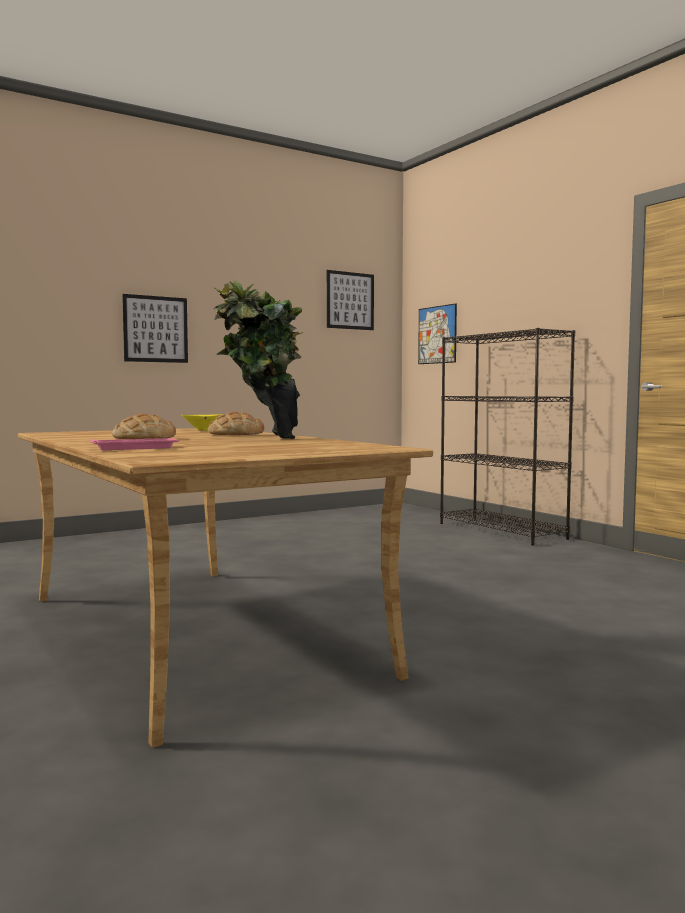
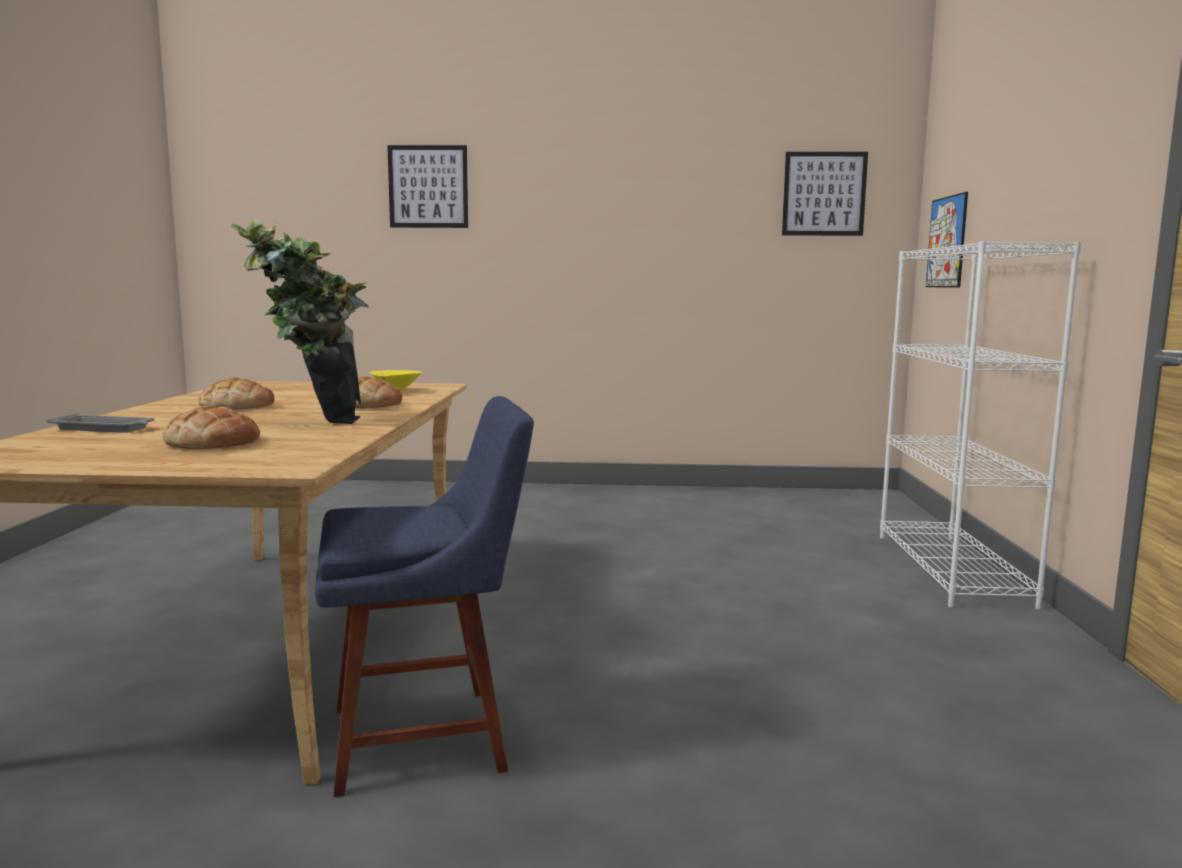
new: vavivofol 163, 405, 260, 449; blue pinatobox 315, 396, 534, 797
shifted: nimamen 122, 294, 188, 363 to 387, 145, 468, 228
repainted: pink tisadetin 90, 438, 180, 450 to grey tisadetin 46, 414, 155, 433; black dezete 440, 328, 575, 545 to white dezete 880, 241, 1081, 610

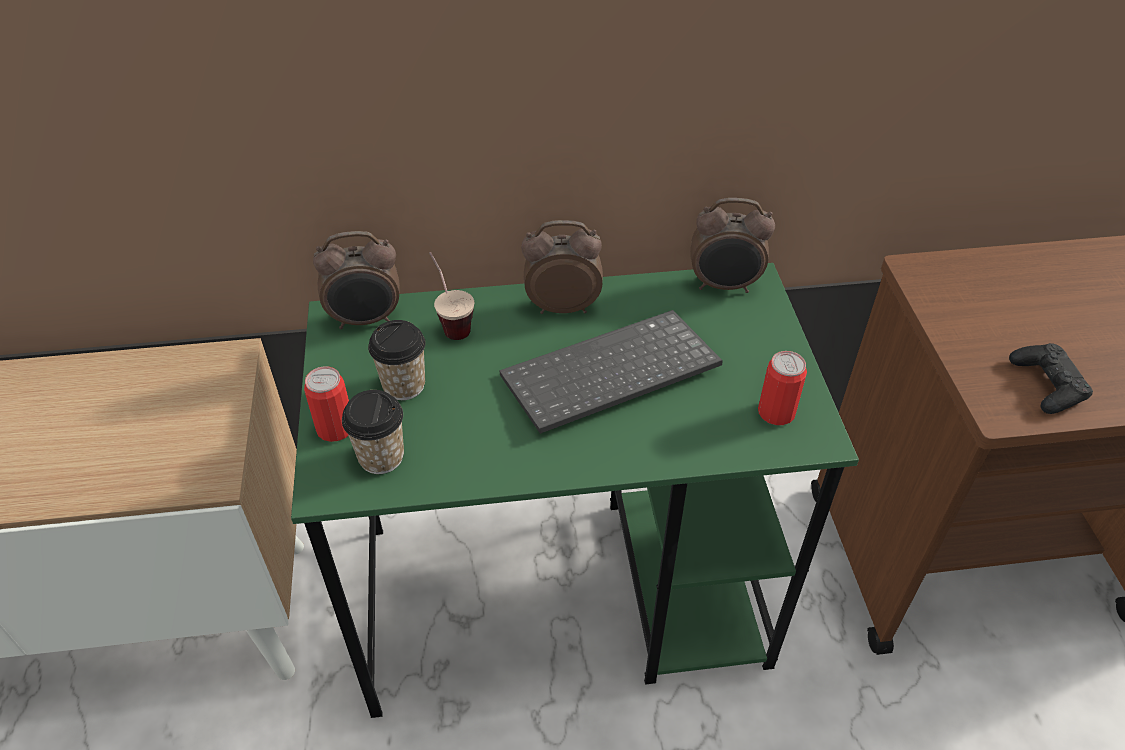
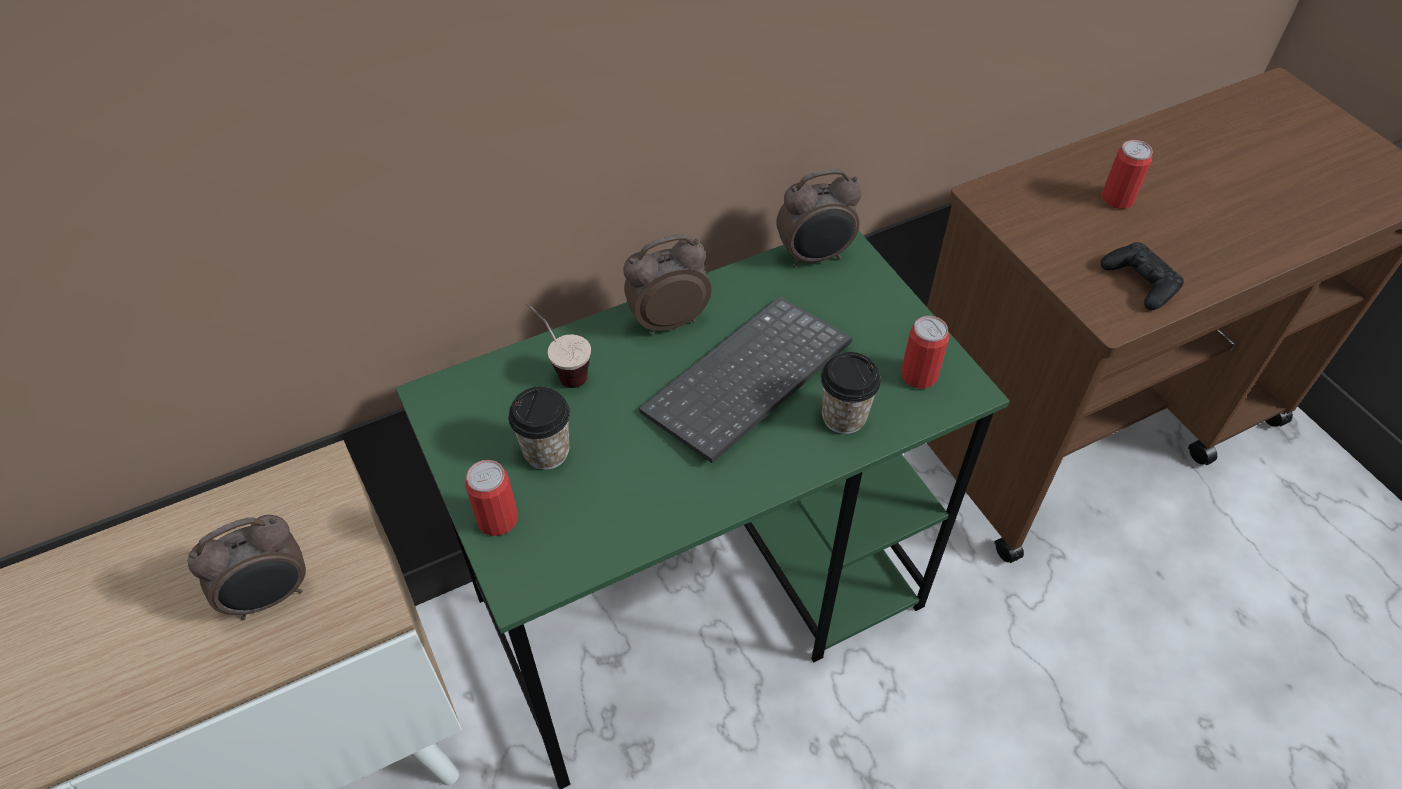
new: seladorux 1101, 140, 1153, 209
shifted: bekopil 313, 231, 400, 329 to 187, 515, 306, 620; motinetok 342, 390, 404, 474 to 821, 352, 881, 434

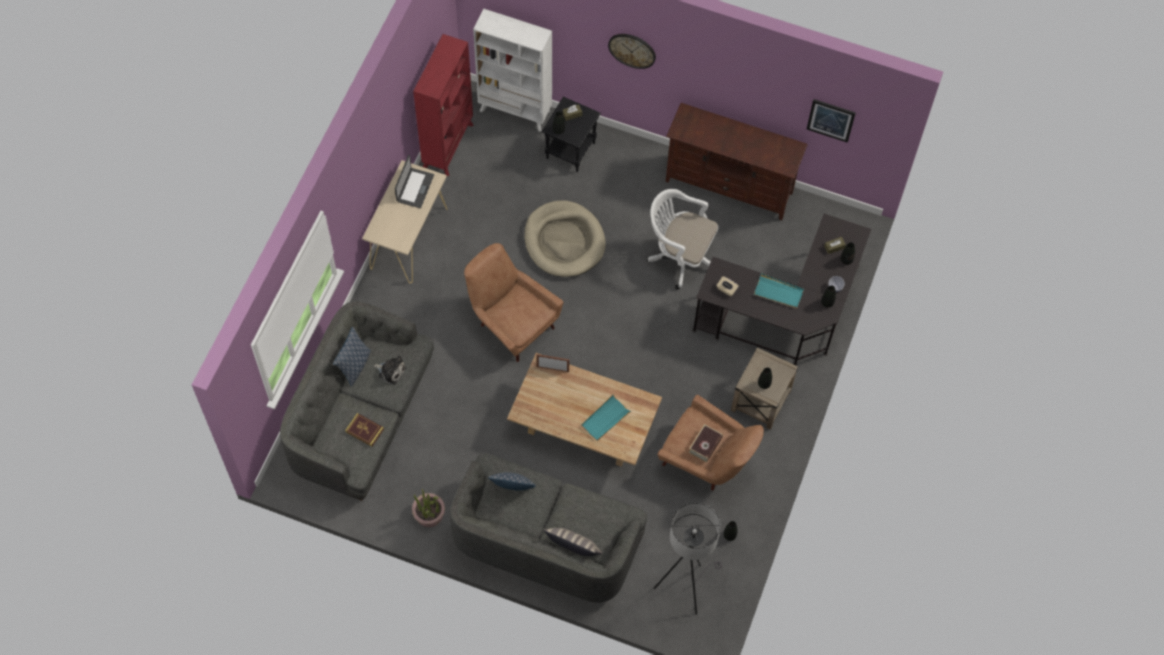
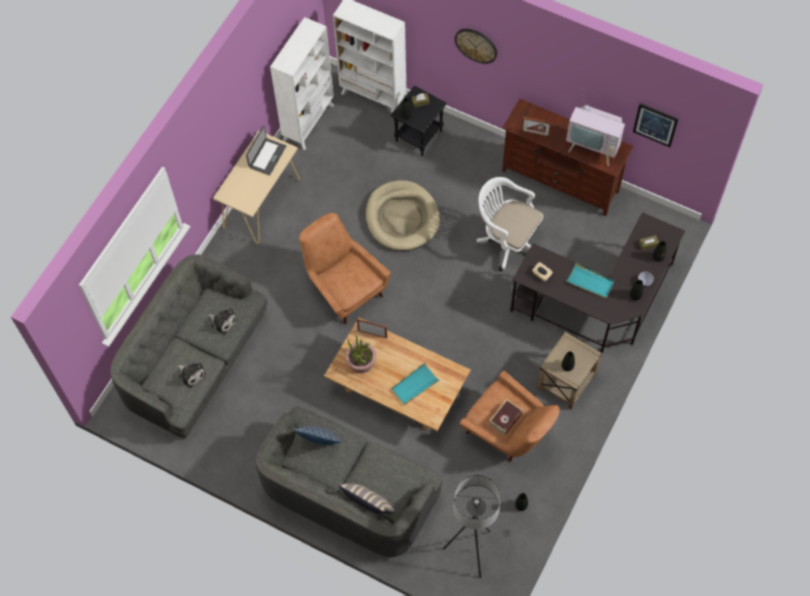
gone: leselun 333, 327, 371, 386
new: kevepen 521, 117, 552, 137; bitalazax 566, 90, 625, 166
shifted: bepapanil 412, 489, 445, 527 to 345, 335, 376, 373
swapped: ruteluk 345, 413, 384, 447 to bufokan 178, 363, 206, 388
repainted: red dezete 413, 34, 474, 176 to white dezete 270, 17, 334, 150

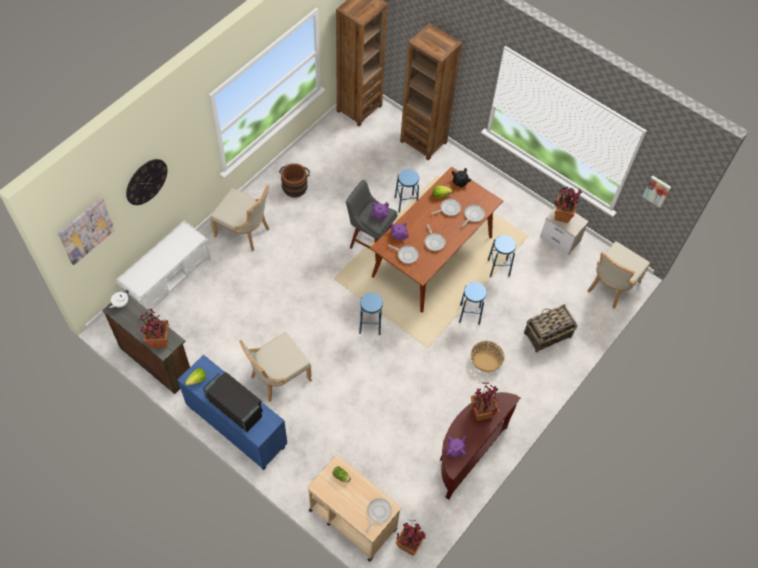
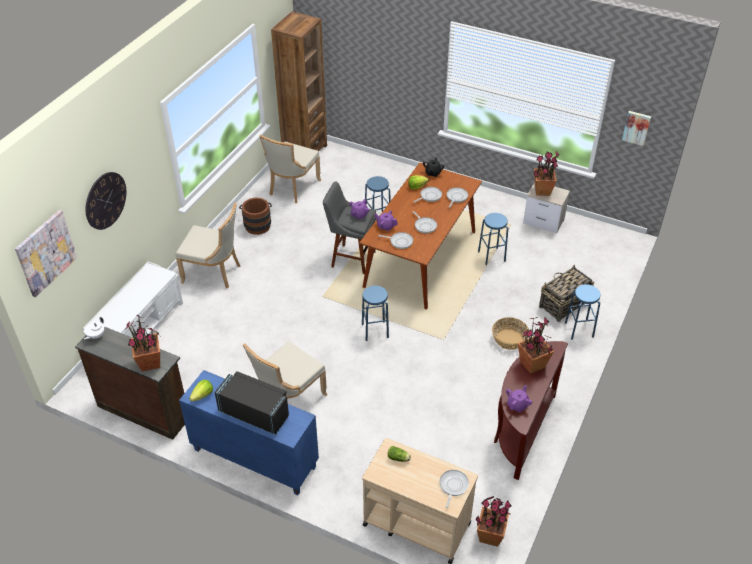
gone: brown dezete 400, 23, 462, 161
shifted: beige pinatobox 587, 241, 650, 309 to 259, 135, 321, 203; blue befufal 459, 282, 487, 325 to 565, 284, 600, 340

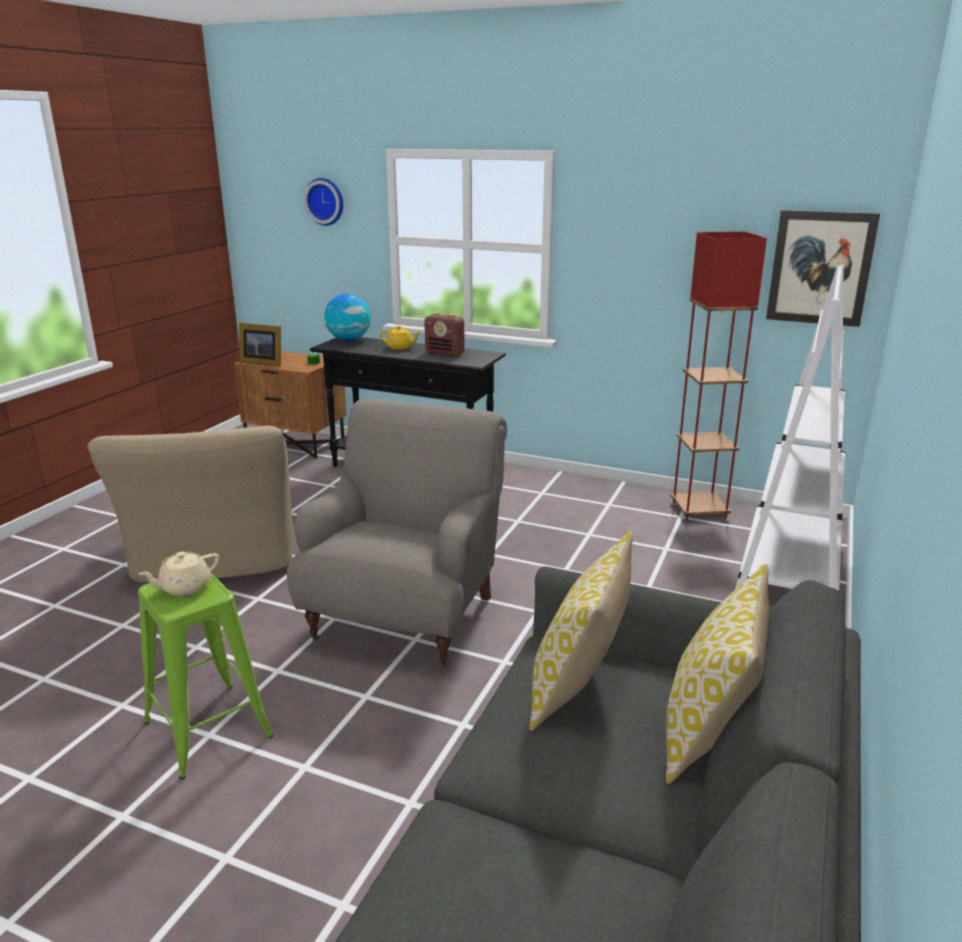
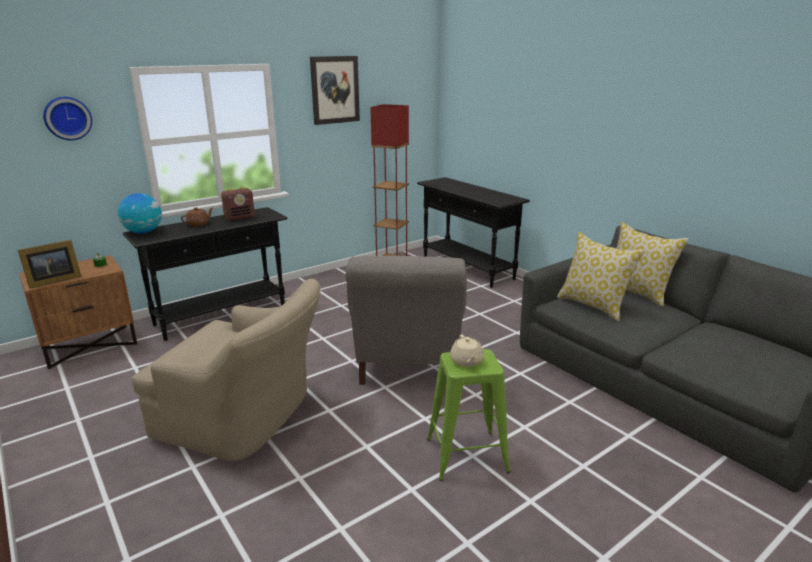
shifted: nimamen 766, 210, 880, 327 to 310, 56, 360, 125
swapped: white dezete 735, 265, 845, 591 to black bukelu 417, 177, 530, 288
repainted: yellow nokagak 380, 326, 421, 349 to brown nokagak 181, 207, 213, 226
rotated: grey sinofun 287, 398, 507, 667 = 346, 256, 467, 385 135 degrees counterclockwise

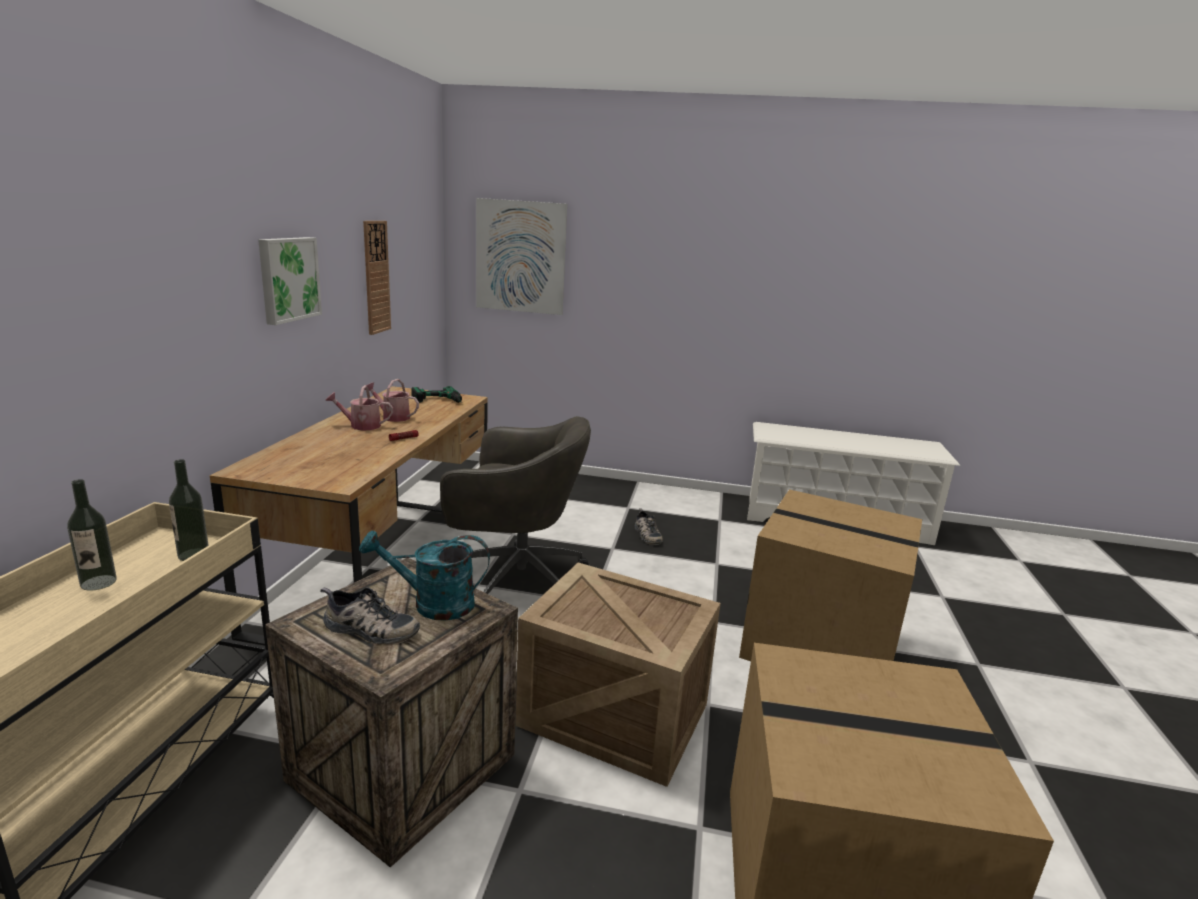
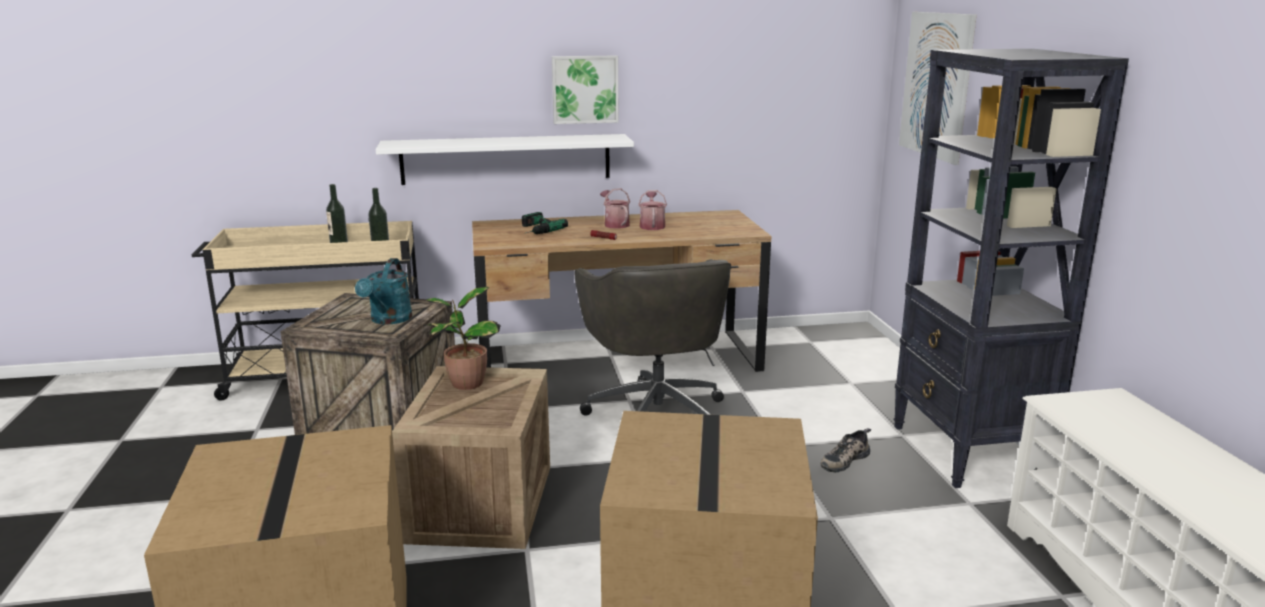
gone: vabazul 320, 587, 420, 644; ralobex 363, 221, 391, 335
new: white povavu 376, 134, 634, 185; bepapanil 423, 287, 501, 390; black dezete 893, 49, 1129, 488
shifted: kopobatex 411, 386, 462, 403 to 522, 212, 568, 234
rotated: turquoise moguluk 359, 530, 490, 620 = 355, 258, 412, 325 150 degrees counterclockwise

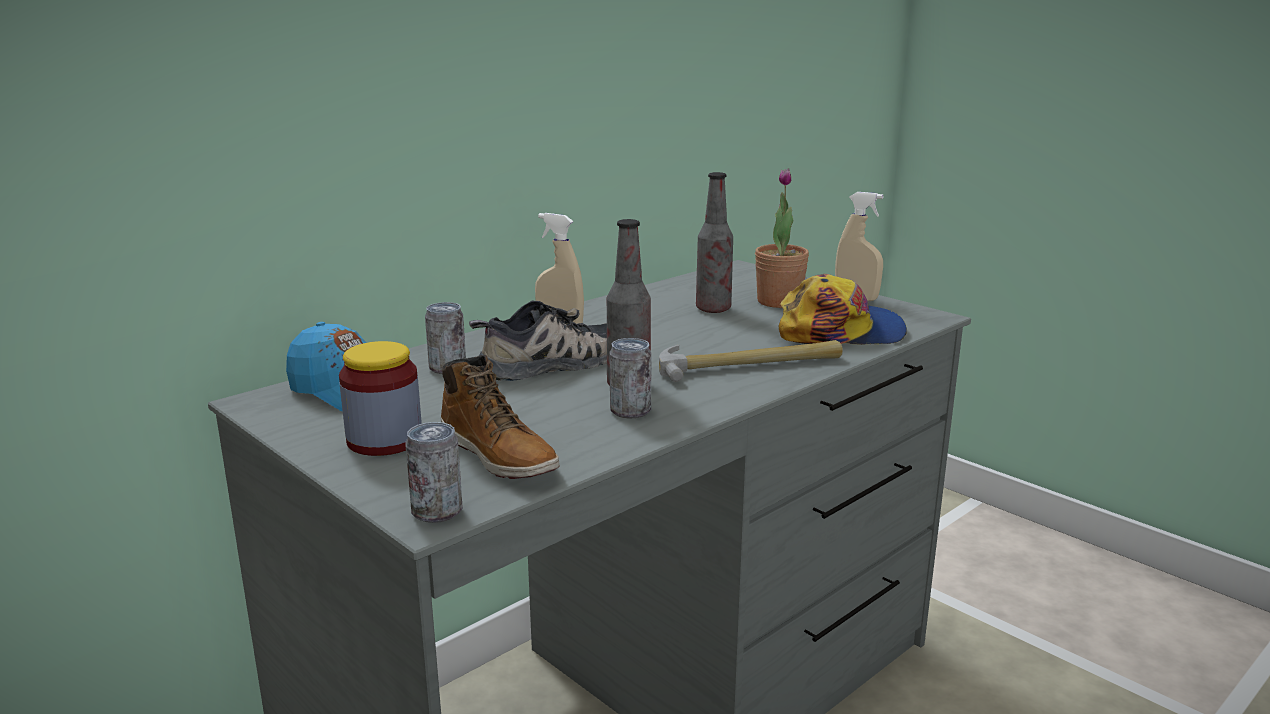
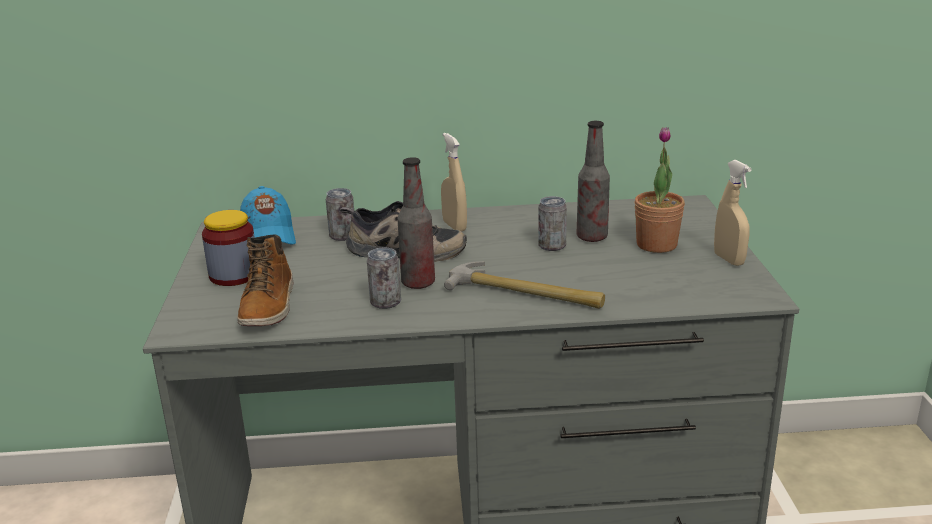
gone: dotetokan 778, 274, 907, 345
shifted: seladorux 405, 422, 463, 523 to 538, 196, 567, 251

